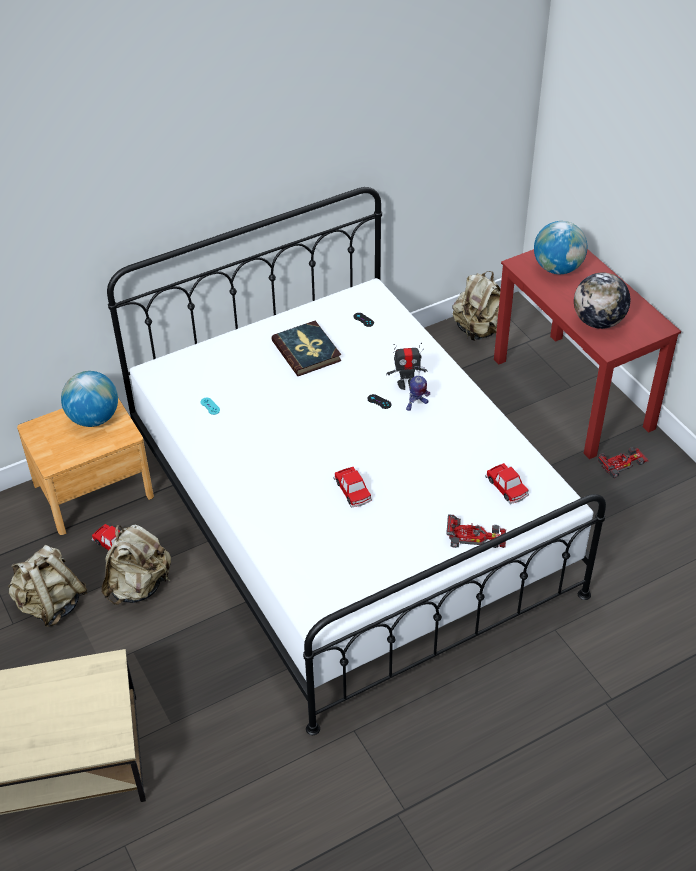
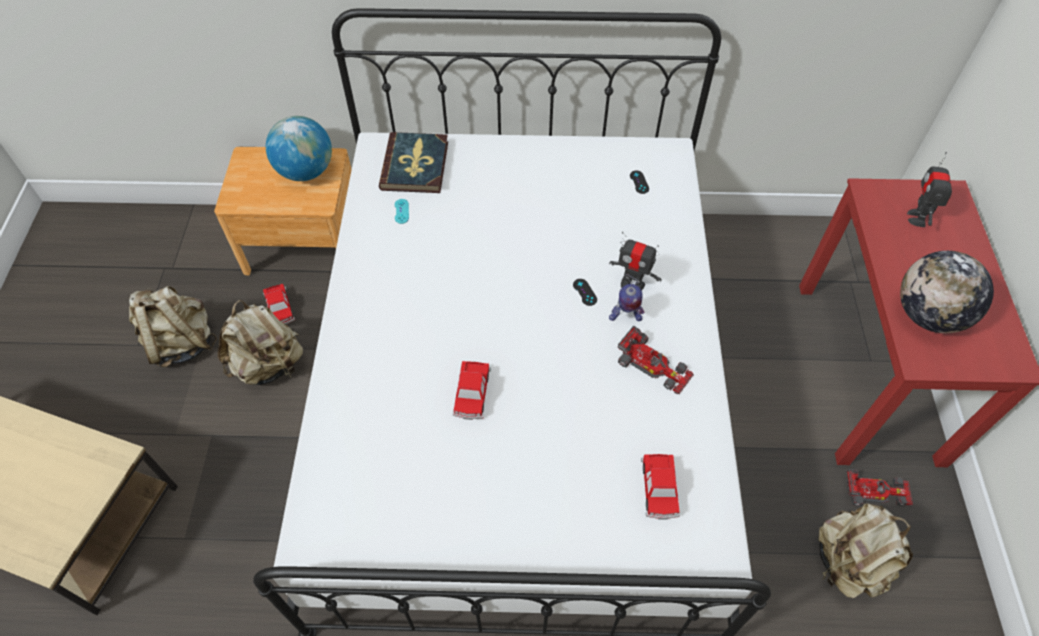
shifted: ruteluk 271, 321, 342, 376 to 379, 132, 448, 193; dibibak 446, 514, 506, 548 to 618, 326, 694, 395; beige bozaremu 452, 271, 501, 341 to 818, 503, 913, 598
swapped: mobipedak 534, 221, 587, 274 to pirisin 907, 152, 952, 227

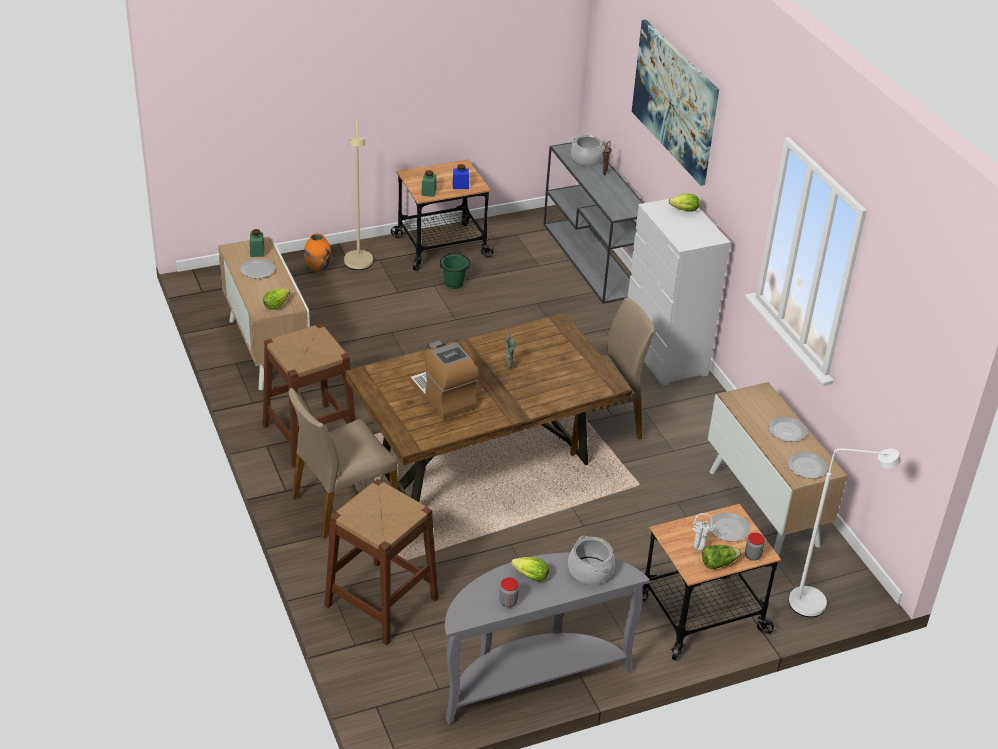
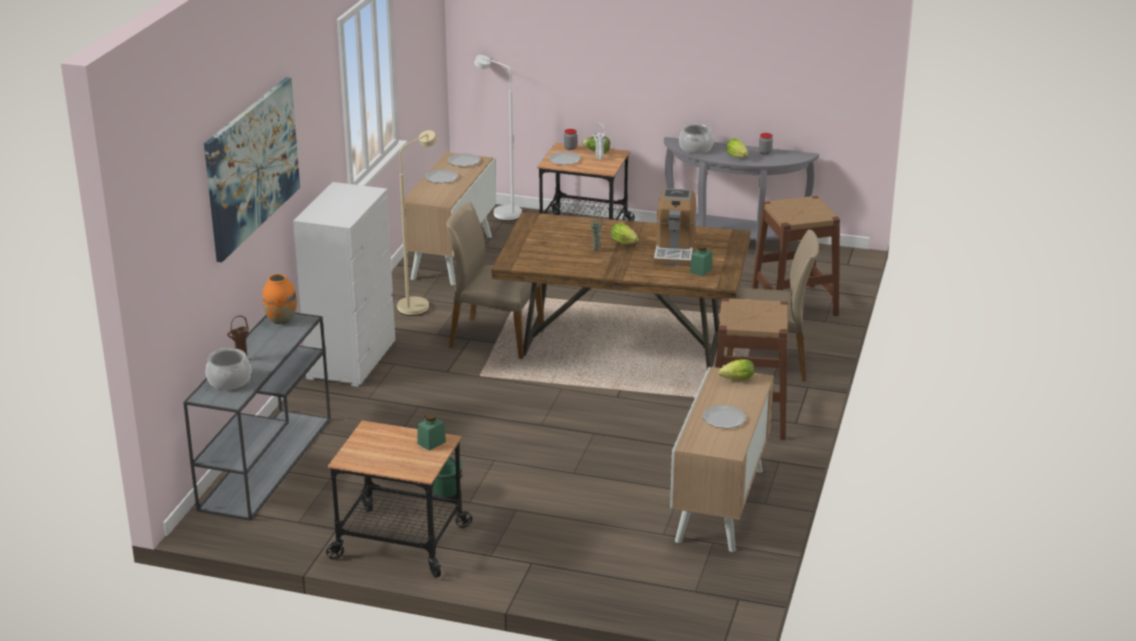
gone: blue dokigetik 453, 164, 469, 189
shifted: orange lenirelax 304, 233, 331, 272 to 262, 274, 297, 324; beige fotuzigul 344, 119, 373, 270 to 397, 130, 437, 316; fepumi 669, 194, 700, 212 to 611, 223, 639, 244; green dokigetik 250, 229, 264, 257 to 690, 245, 712, 276

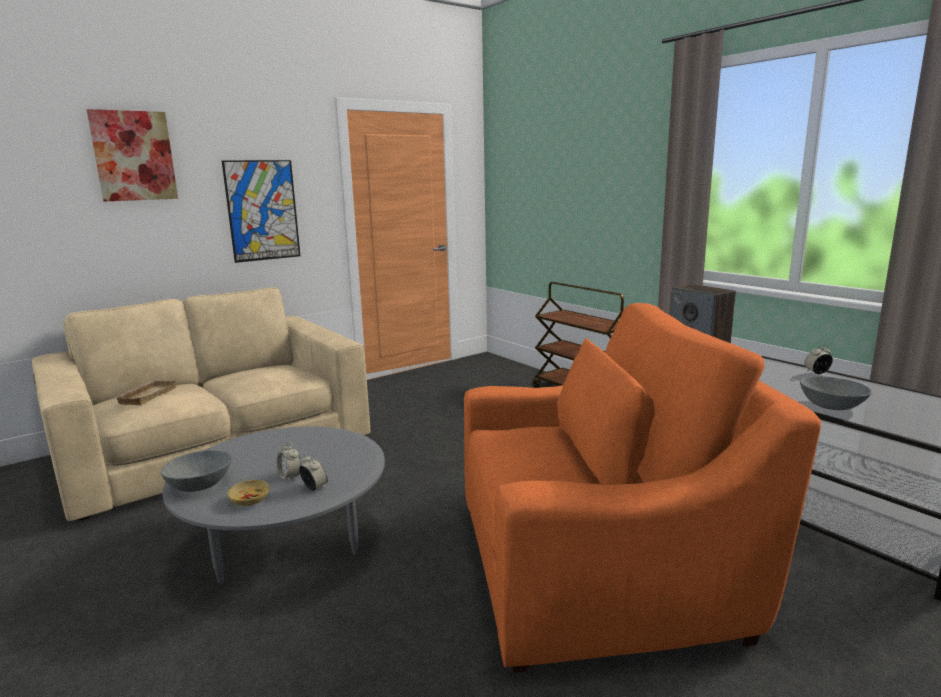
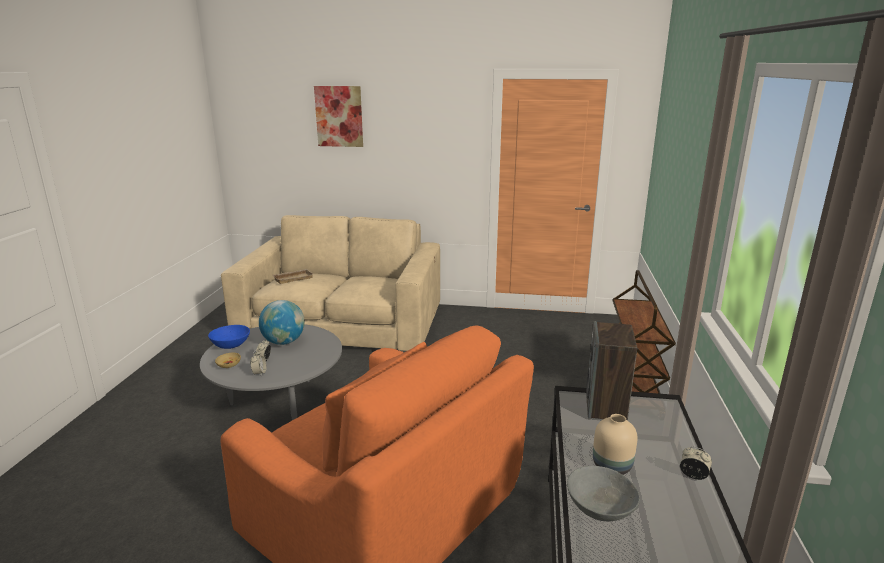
gone: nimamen 222, 160, 300, 263
new: mobipedak 259, 300, 305, 345; beige lenirelax 593, 414, 638, 475
repainted: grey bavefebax 161, 450, 232, 492 to blue bavefebax 208, 325, 250, 349

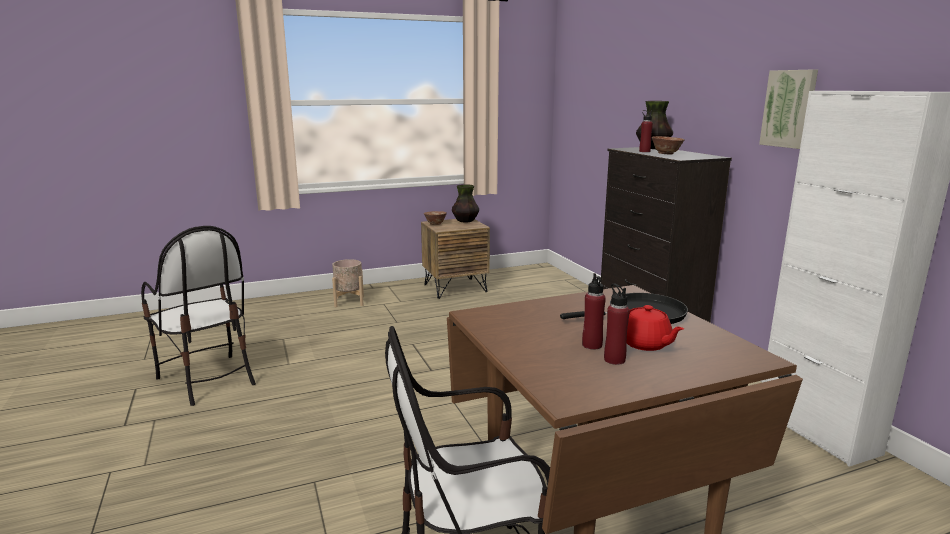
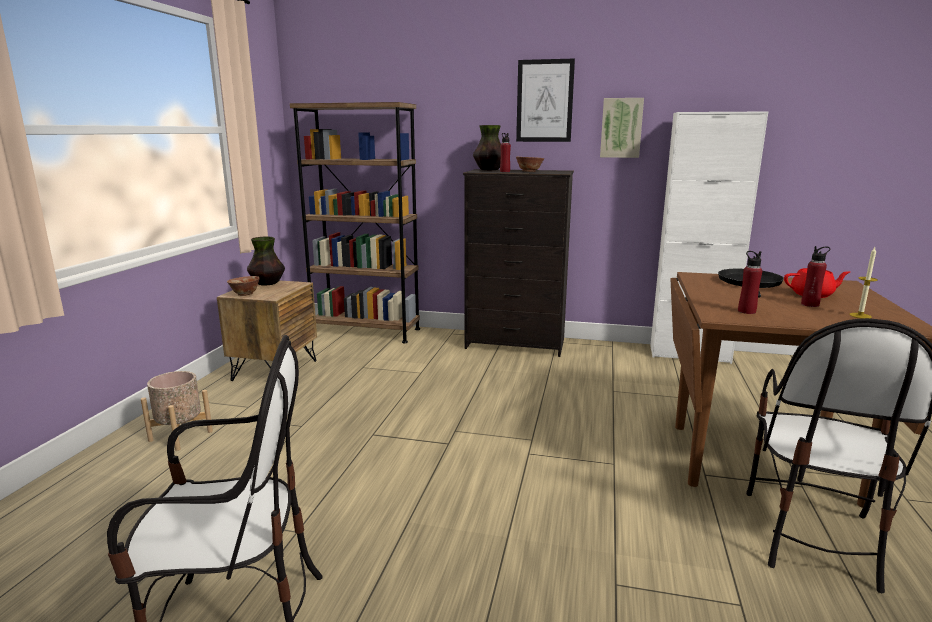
new: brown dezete 290, 102, 420, 343; nimamen 516, 59, 575, 142; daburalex 849, 247, 878, 319
shifted: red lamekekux 604, 283, 630, 365 to 738, 251, 762, 314

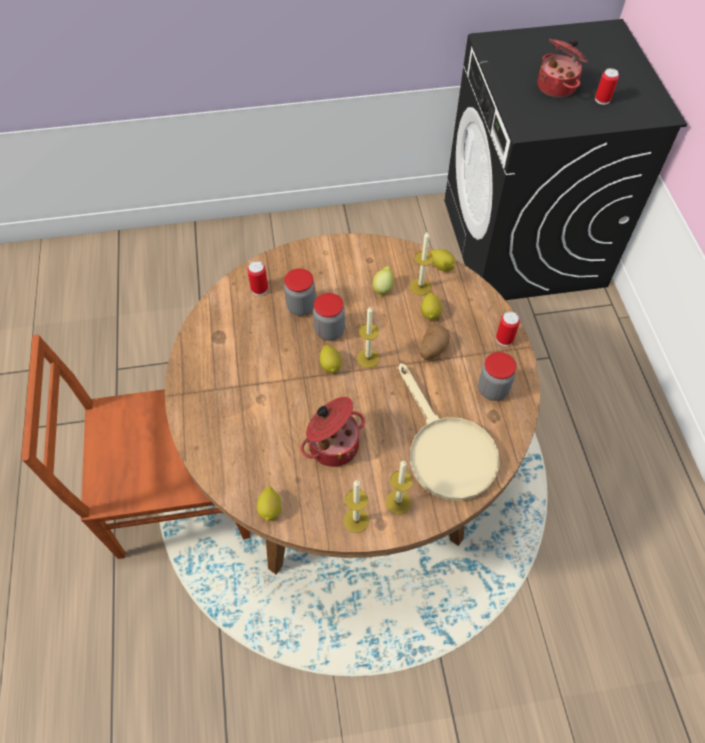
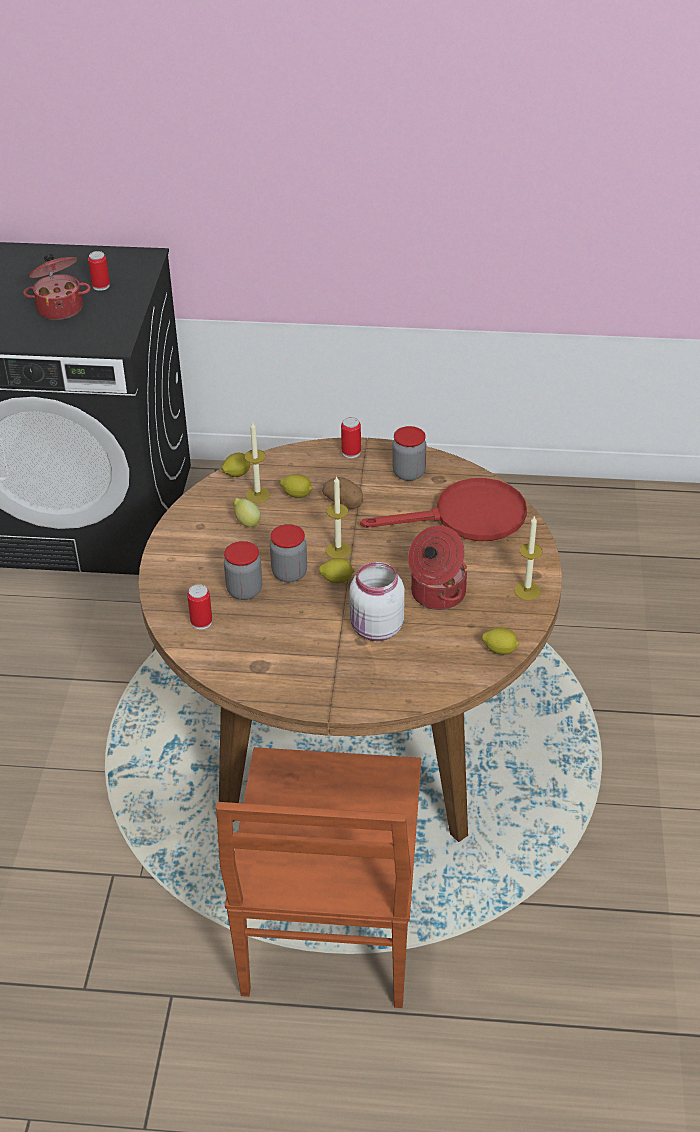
gone: daburalex 386, 461, 413, 515
new: white dokigetik 349, 562, 405, 641
repainted: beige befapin 398, 363, 500, 501 to red befapin 360, 478, 527, 541

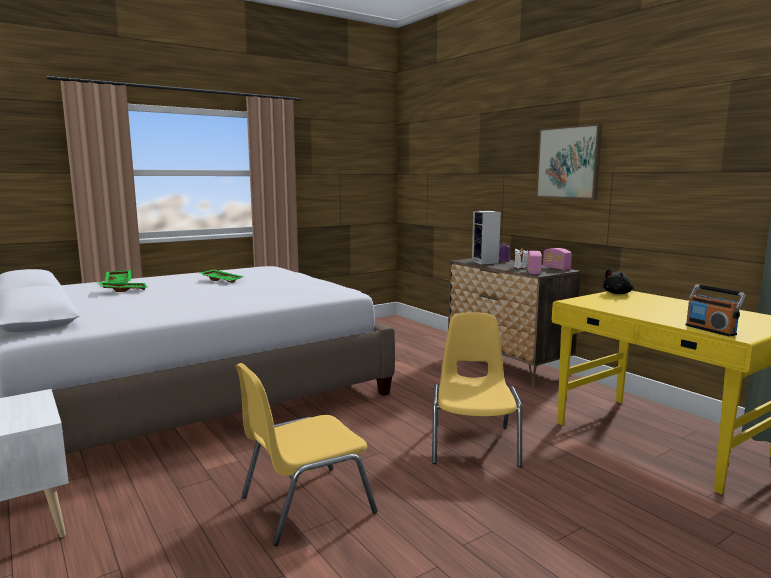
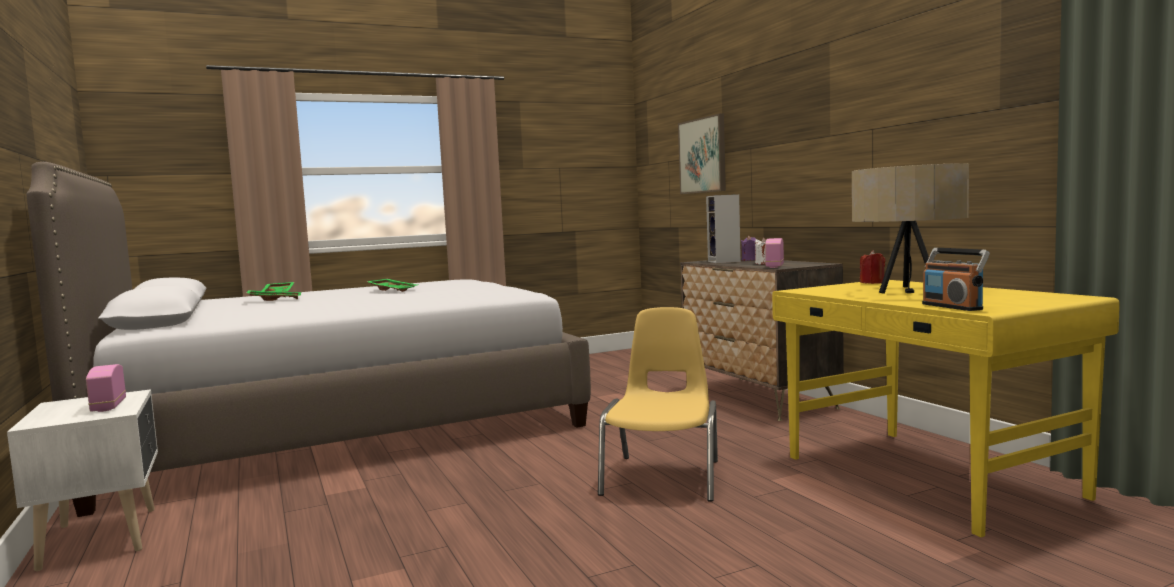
gone: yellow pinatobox 236, 363, 378, 546
new: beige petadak 852, 163, 969, 294
shifted: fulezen 543, 248, 572, 270 to 86, 364, 126, 412; nimamen 536, 124, 602, 199 to 678, 113, 726, 194
swapped: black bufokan 603, 269, 634, 294 to red daburalex 860, 250, 886, 284

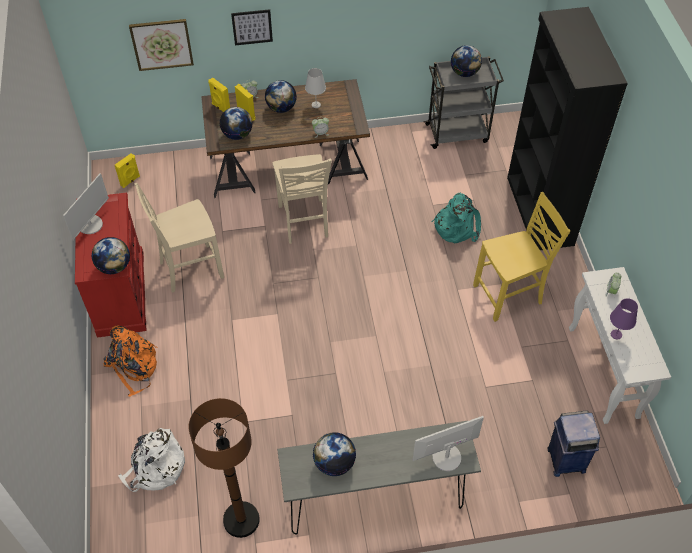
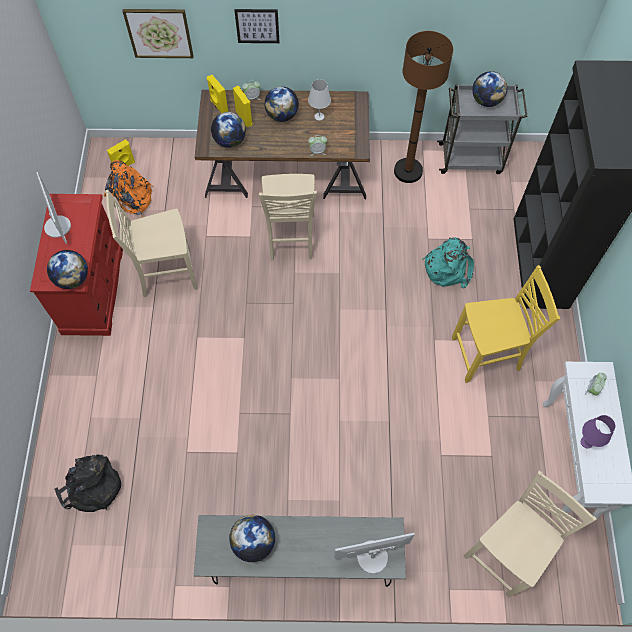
shifted: orange bozaremu 103, 326, 158, 397 to 104, 160, 154, 218; brown fotuzigul 188, 398, 260, 538 to 394, 31, 453, 183
swapped: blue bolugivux 547, 411, 600, 477 to beige pinatobox 464, 471, 597, 597
repainted: white bozaremu 118, 428, 185, 492 to black bozaremu 54, 454, 121, 512
rotated: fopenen 63, 173, 109, 240 = 36, 172, 71, 244 60 degrees counterclockwise

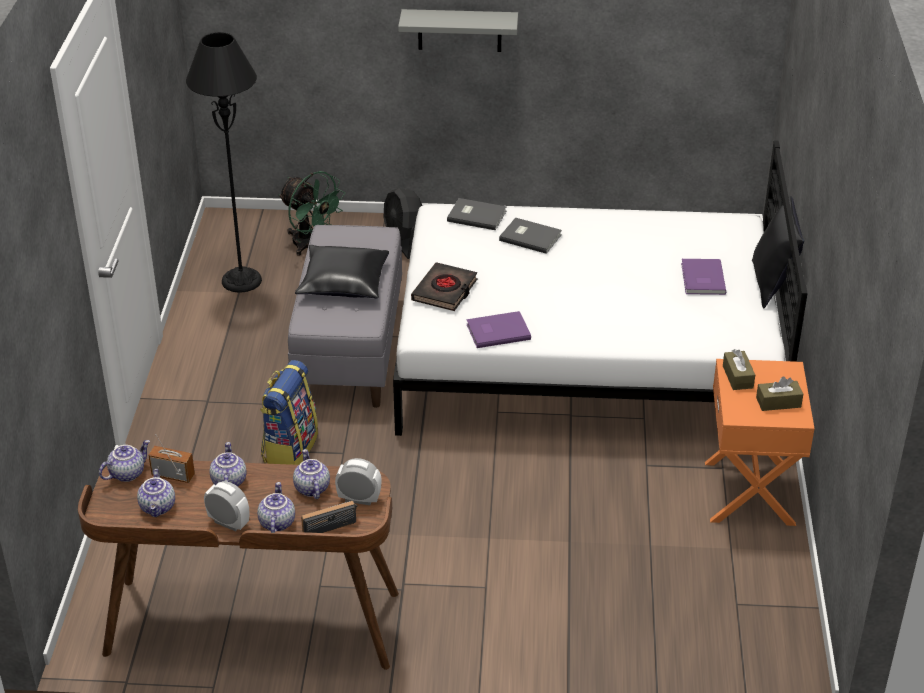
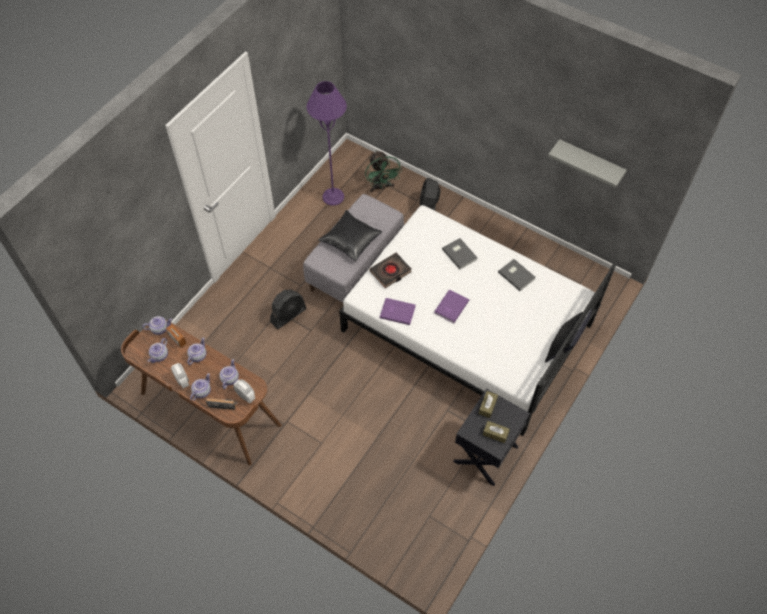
shifted: purple ruteluk 681, 259, 726, 295 to 434, 289, 469, 323; grey ruteluk 447, 198, 507, 230 to 498, 259, 536, 291; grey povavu 398, 9, 518, 52 to 548, 139, 627, 188
swapped: bozaremu 260, 360, 318, 465 to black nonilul 270, 289, 307, 329
repainted: black fotuzigul 186, 32, 262, 293 to purple fotuzigul 307, 81, 347, 206; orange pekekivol 705, 359, 815, 526 to black pekekivol 453, 389, 530, 486

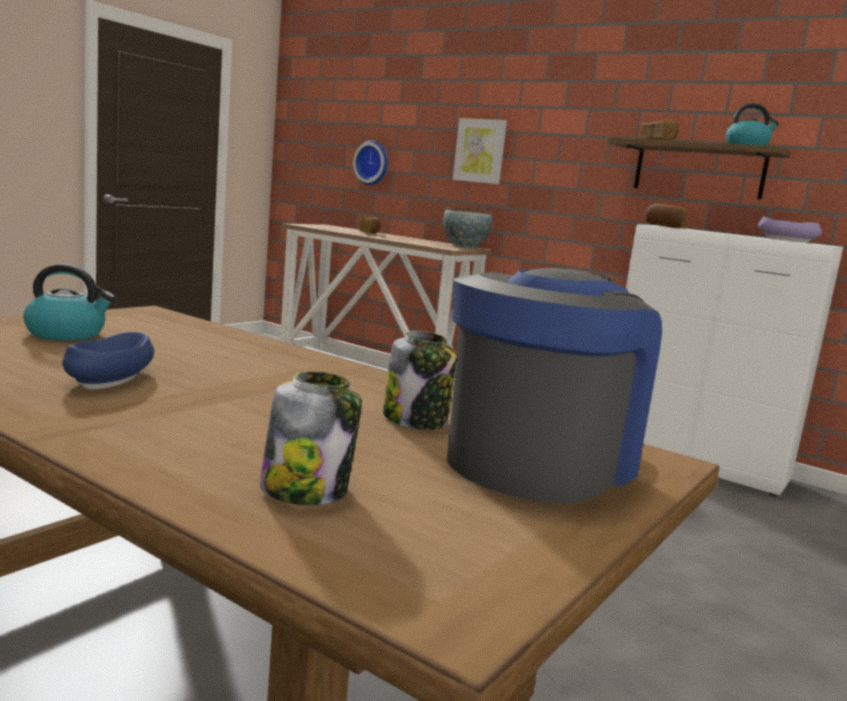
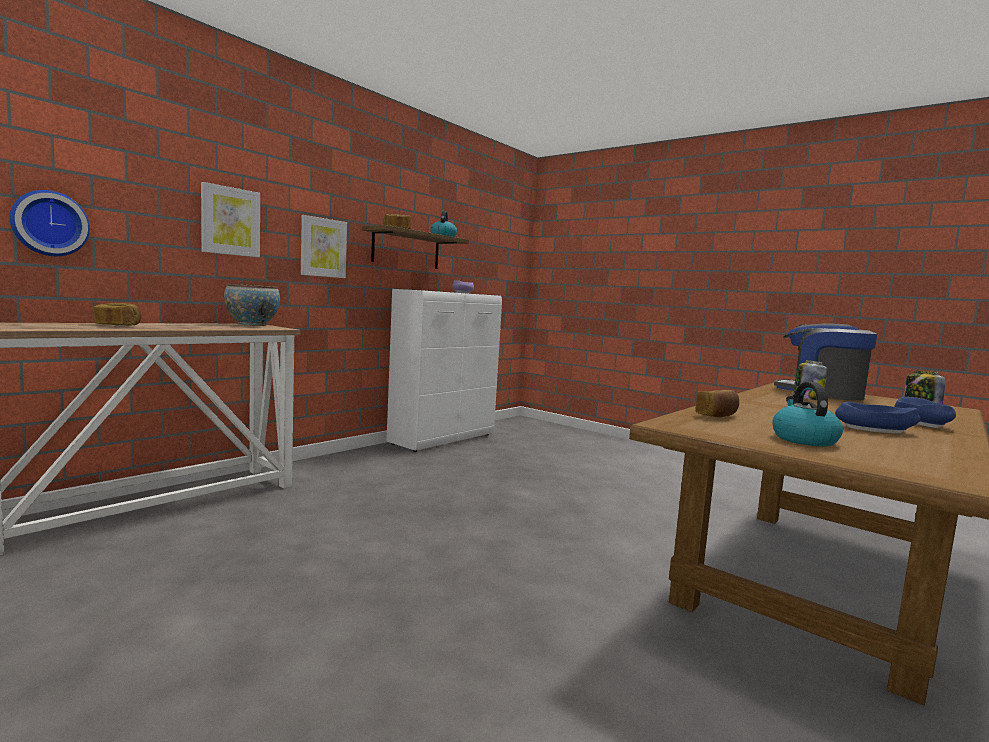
new: nimamen 301, 215, 347, 278; blue bavefebax 895, 397, 956, 428
shifted: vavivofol 645, 204, 688, 228 to 695, 390, 739, 417

